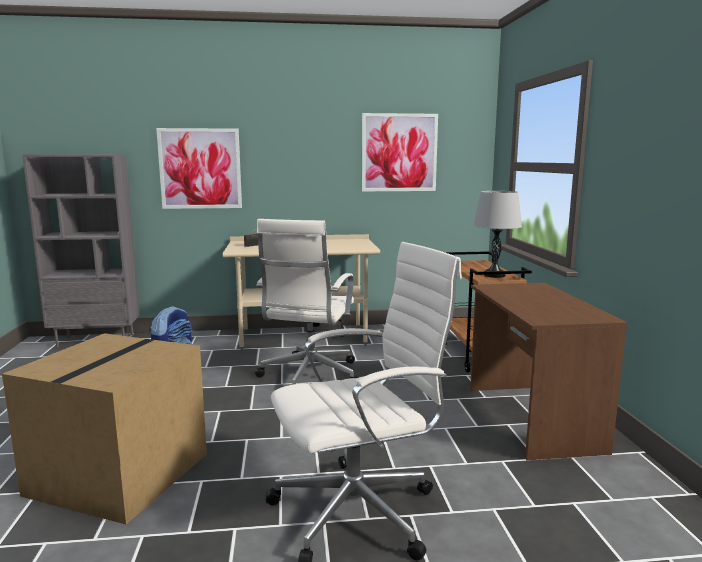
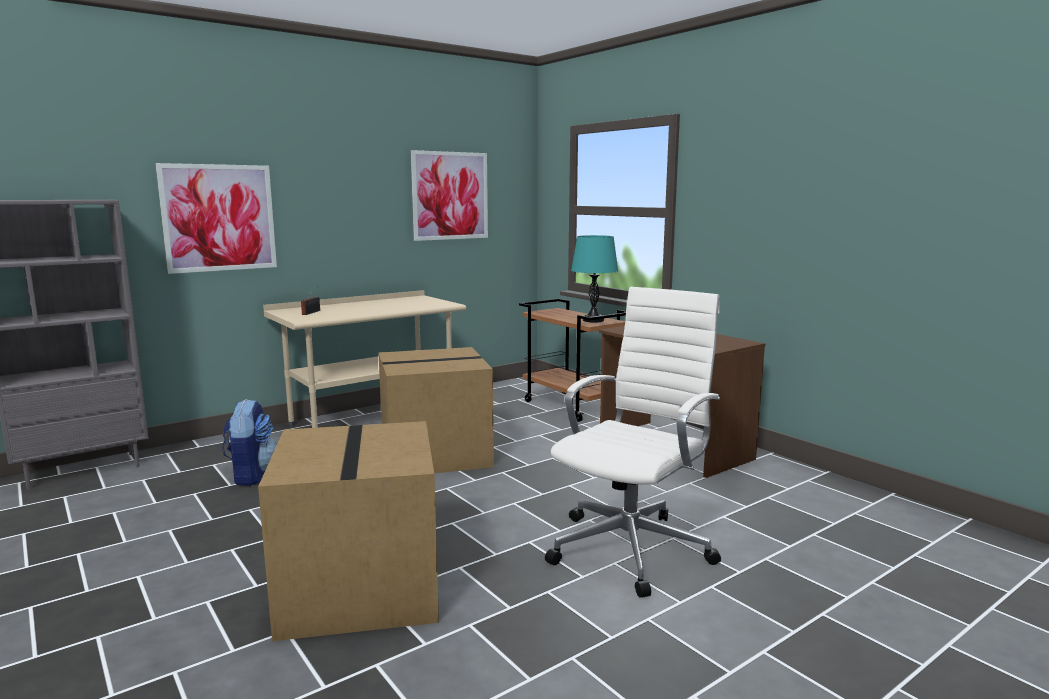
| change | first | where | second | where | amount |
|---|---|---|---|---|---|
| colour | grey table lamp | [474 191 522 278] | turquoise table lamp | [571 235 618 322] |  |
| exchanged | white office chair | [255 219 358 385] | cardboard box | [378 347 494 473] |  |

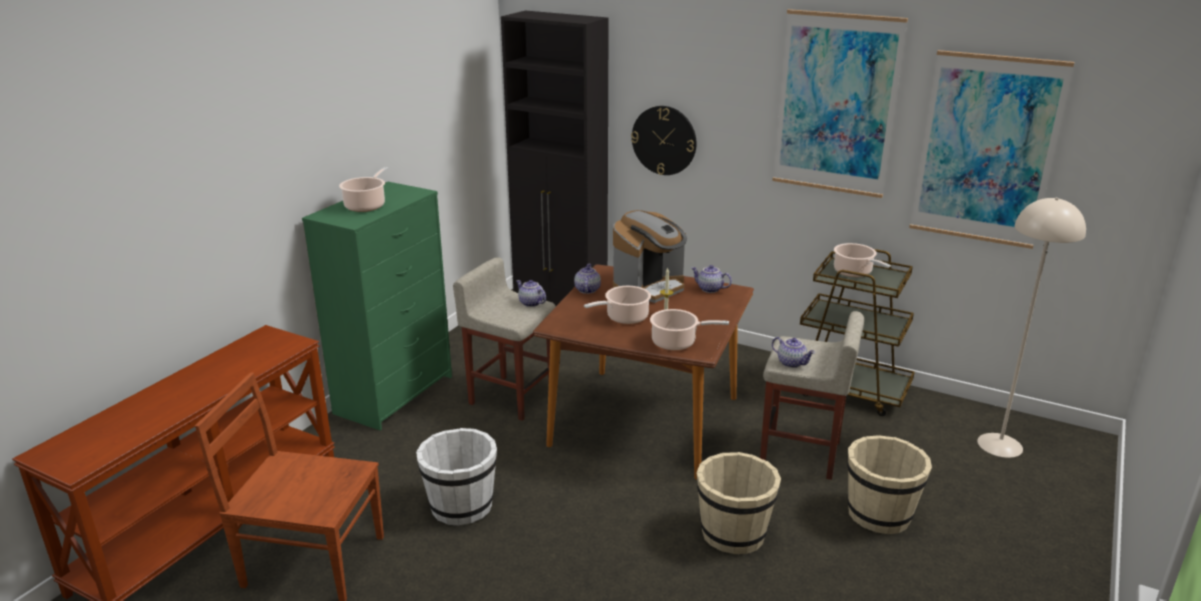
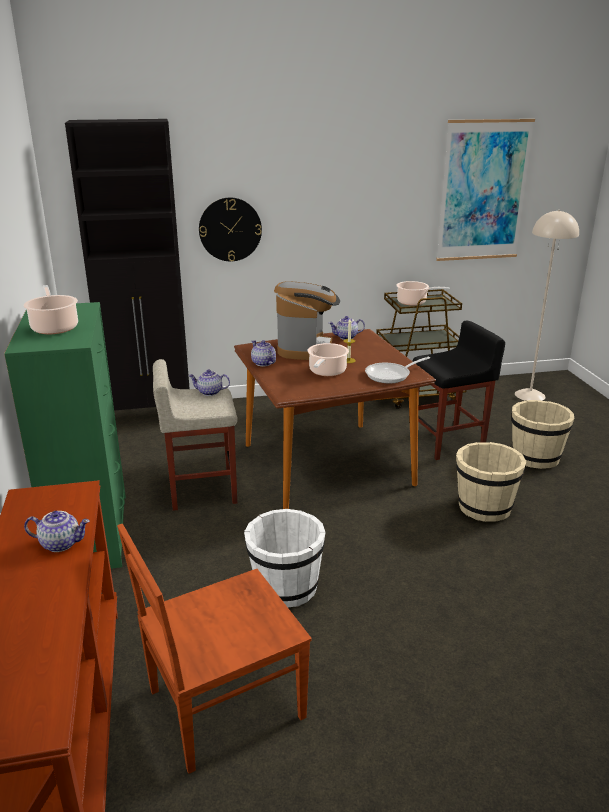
| change | first | where | second | where | amount |
|---|---|---|---|---|---|
| missing | picture | [772 9 908 198] |  |  |  |
| exchanged | cooking pot | [650 309 729 351] | frying pan | [365 357 430 383] |  |
| colour | beige stool | [760 311 864 480] | black stool | [413 321 505 460] |  |
| relocated | teapot | [772 337 815 368] |  | [24 511 90 552] |  |

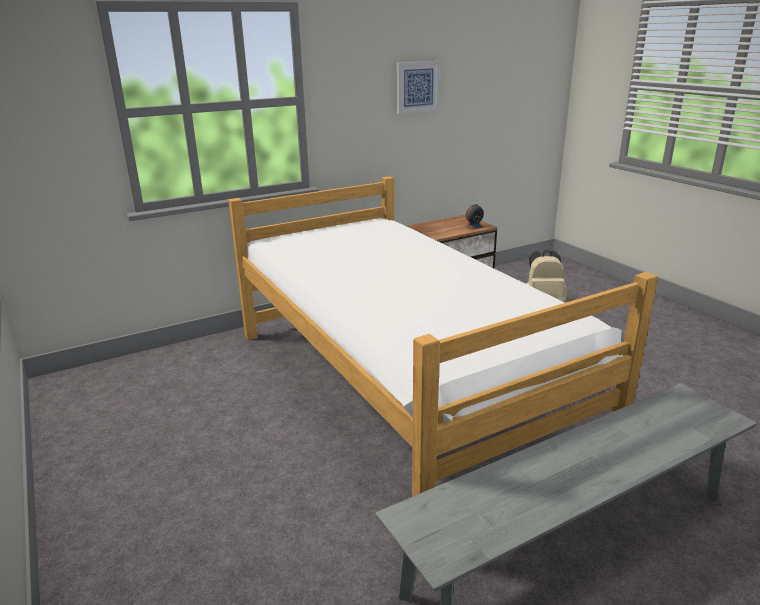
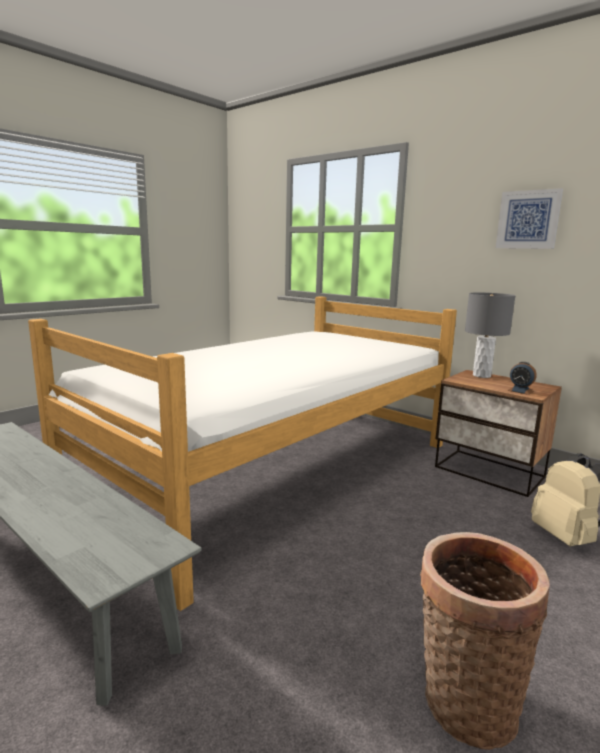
| change | first | where | second | where | amount |
|---|---|---|---|---|---|
| appeared |  |  | grey table lamp | [465 292 515 378] |  |
| appeared |  |  | basket | [420 532 550 750] |  |

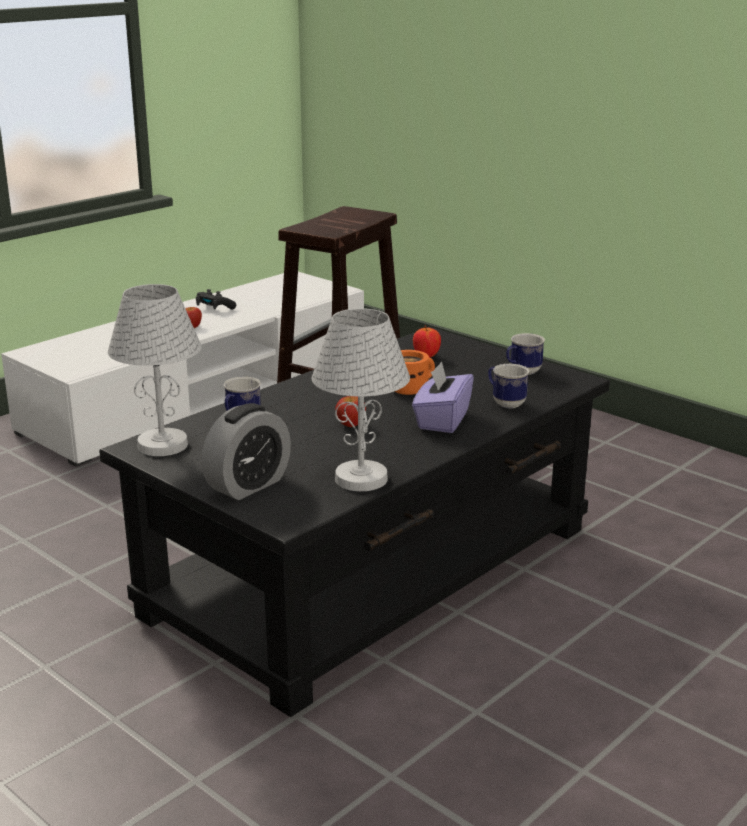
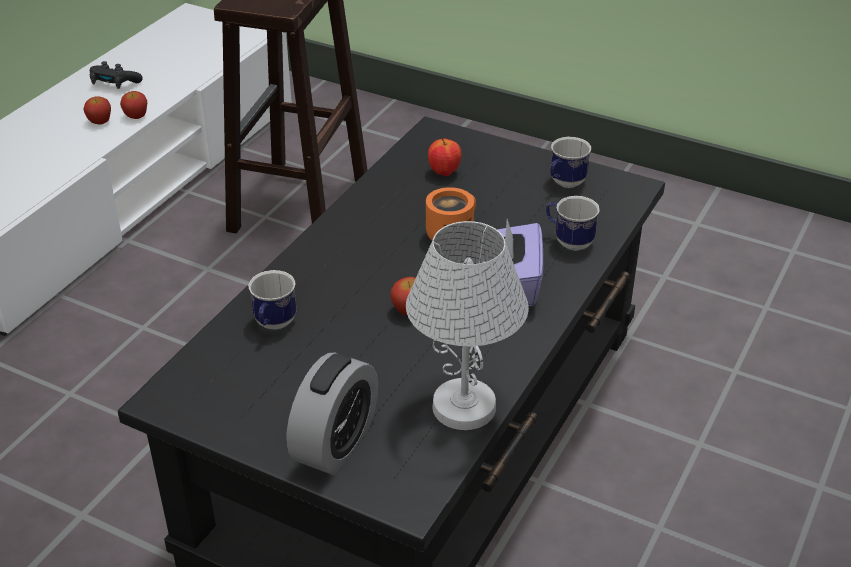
| change | first | where | second | where | amount |
|---|---|---|---|---|---|
| missing | white table lamp | [108 284 202 456] |  |  |  |
| appeared |  |  | apple | [120 91 147 119] |  |

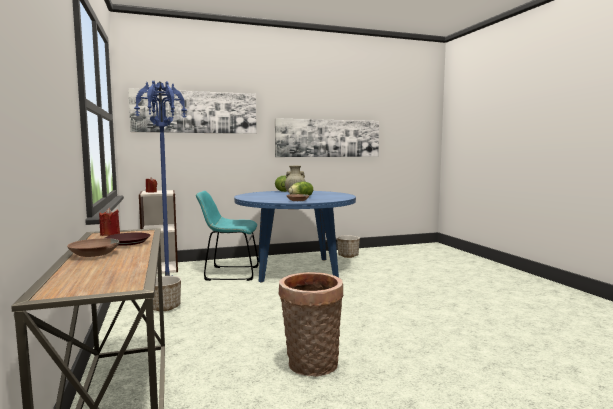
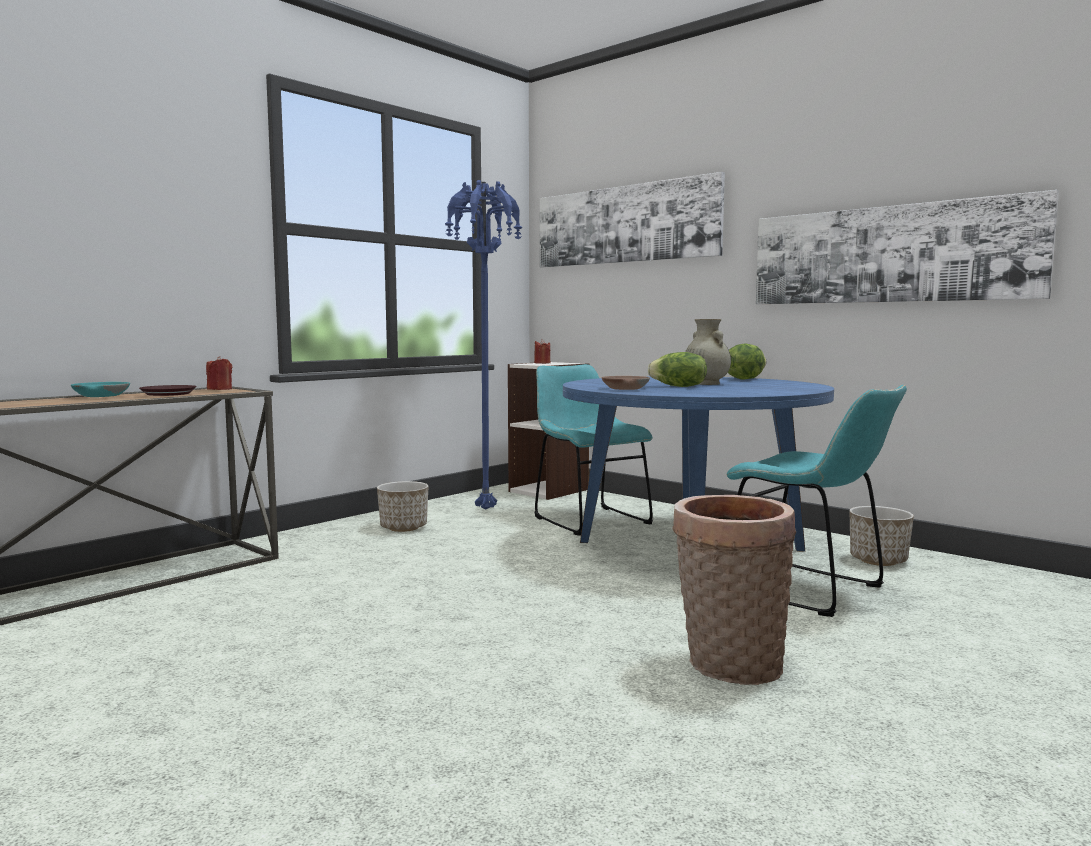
| change | first | where | second | where | amount |
|---|---|---|---|---|---|
| colour | brown bowl | [67 238 119 257] | turquoise bowl | [71 382 130 397] |  |
| relocated | basket | [279 272 343 377] |  | [672 495 796 685] |  |
| appeared |  |  | turquoise chair | [727 385 907 617] |  |

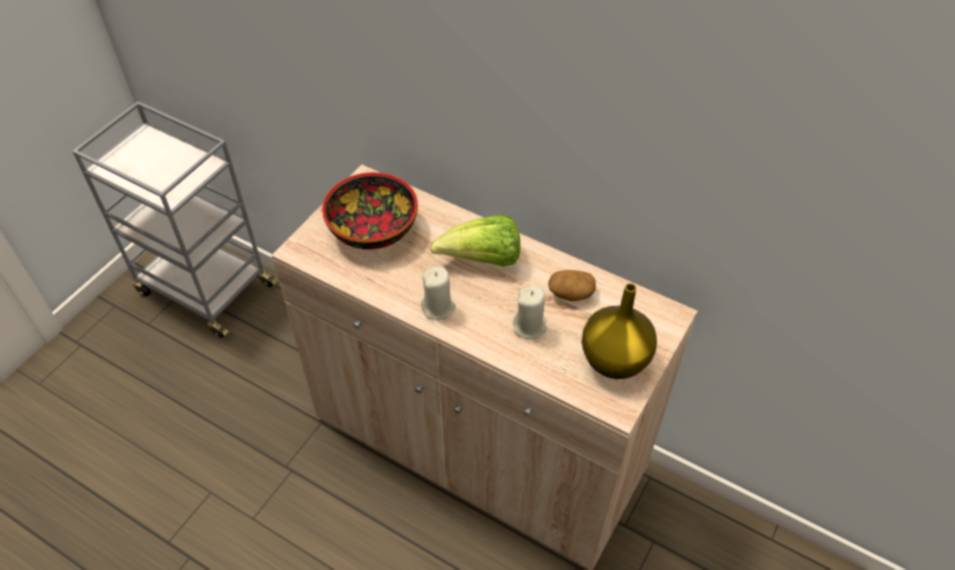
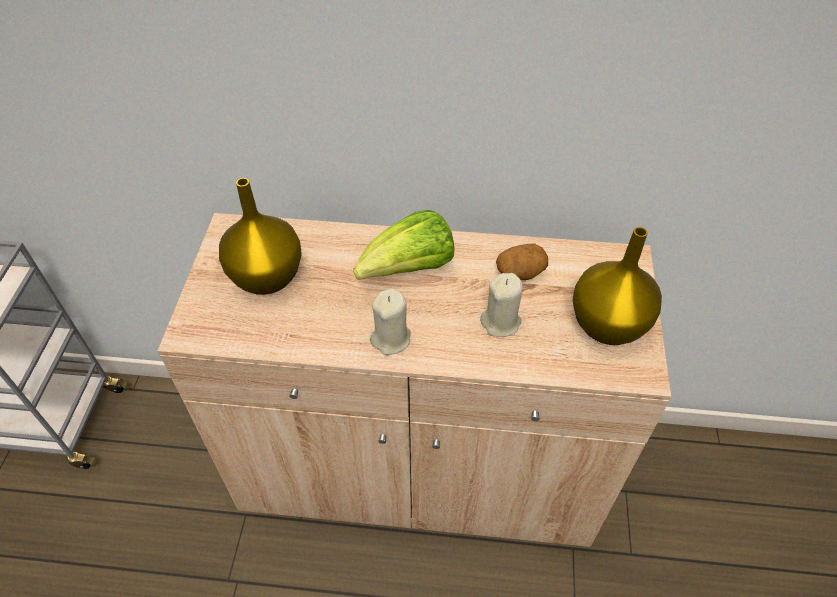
| change | first | where | second | where | amount |
|---|---|---|---|---|---|
| exchanged | bowl | [322 172 418 250] | yellow vase | [219 178 302 295] |  |

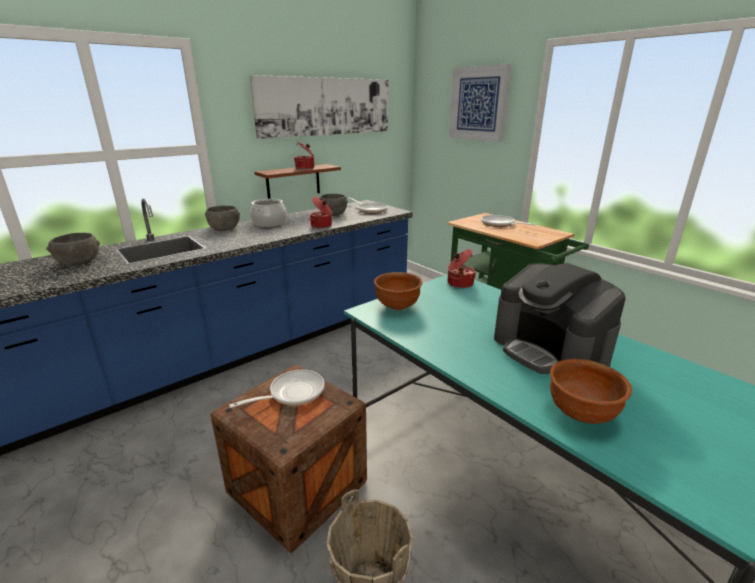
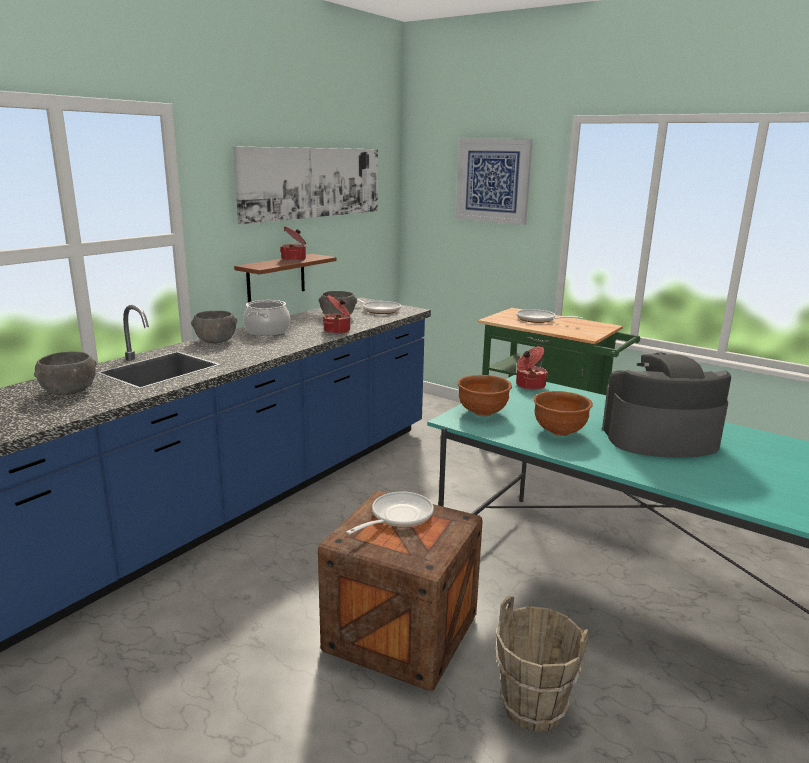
| change | first | where | second | where | amount |
|---|---|---|---|---|---|
| spun | coffee machine | [494 263 626 374] |  | [602 352 731 458] | 135 degrees clockwise |
| relocated | brown bowl | [550 359 632 424] |  | [534 391 593 436] |  |

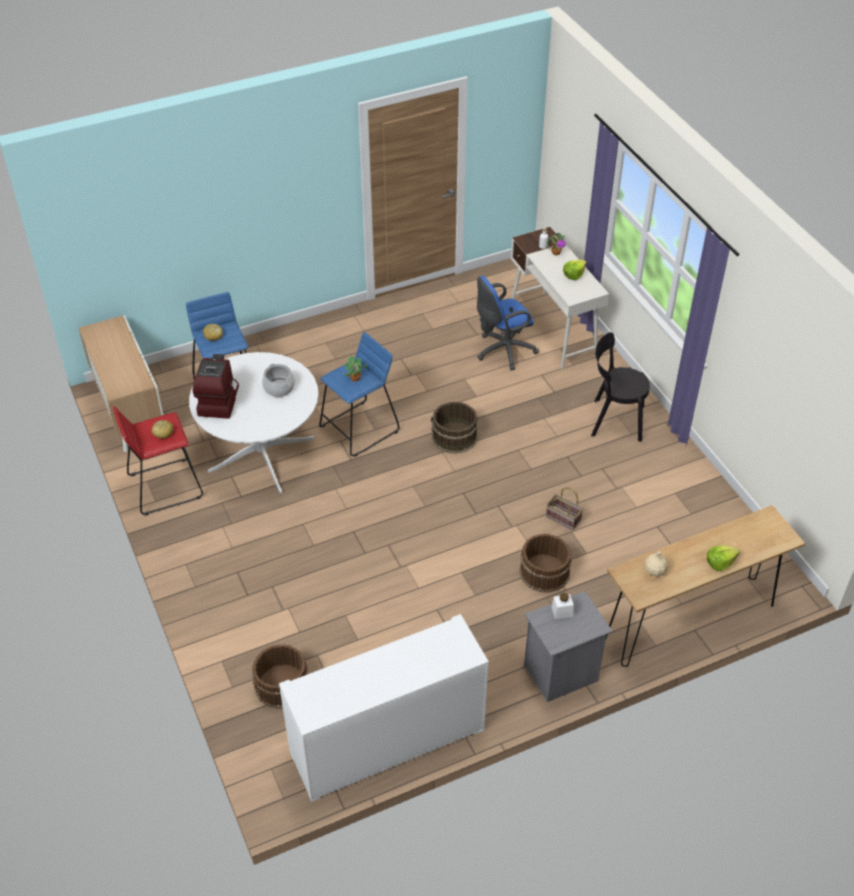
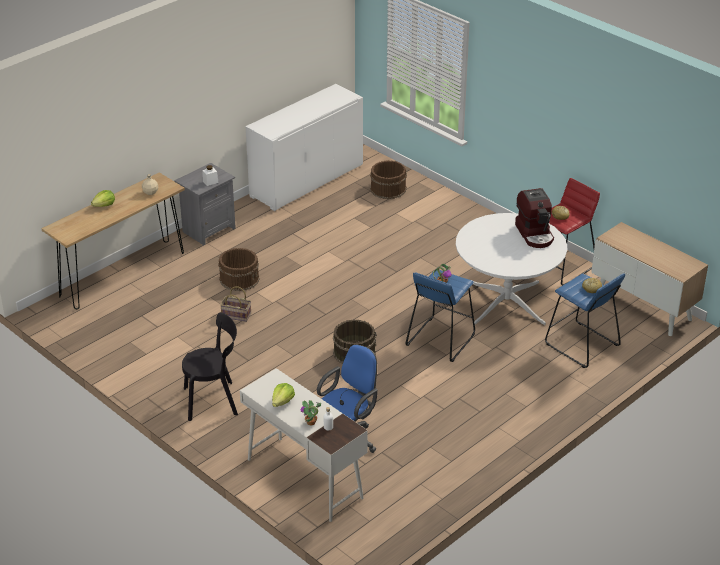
| change | first | where | second | where | amount |
|---|---|---|---|---|---|
| missing | cooking pot | [262 364 295 397] |  |  |  |

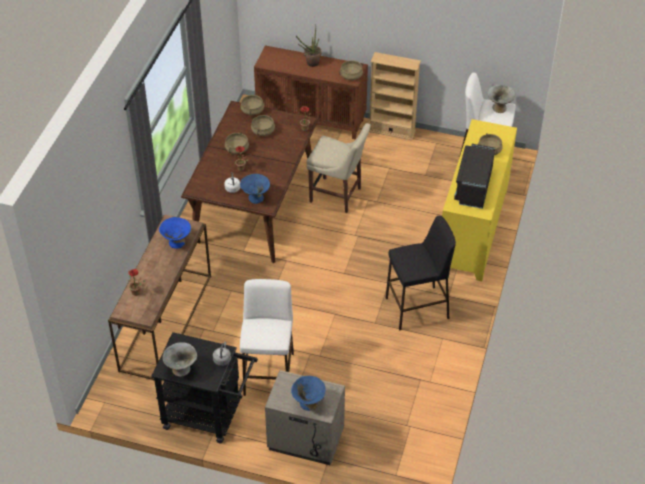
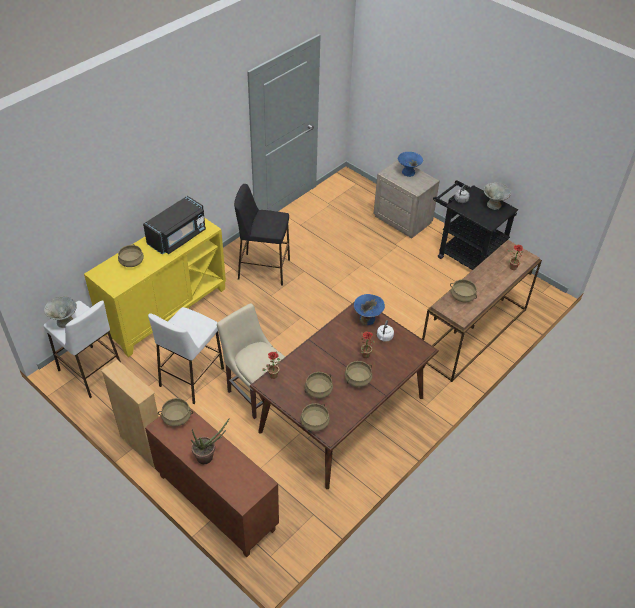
| change | first | where | second | where | amount |
|---|---|---|---|---|---|
| exchanged | blue bowl | [159 217 191 249] | beige cooking pot | [450 279 477 302] |  |
| relocated | white stool | [240 279 294 396] |  | [148 307 224 404] |  |

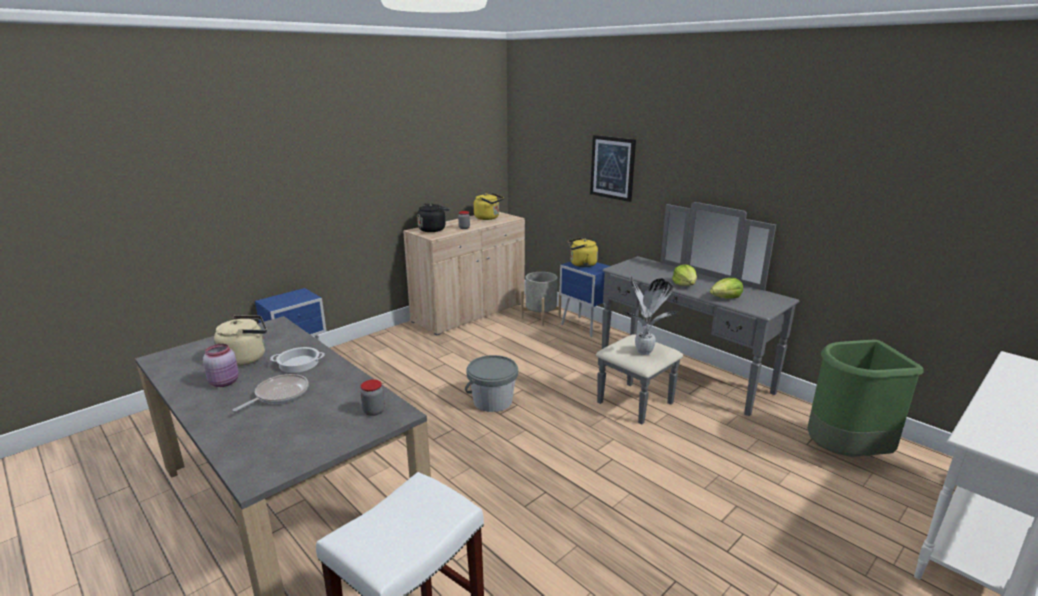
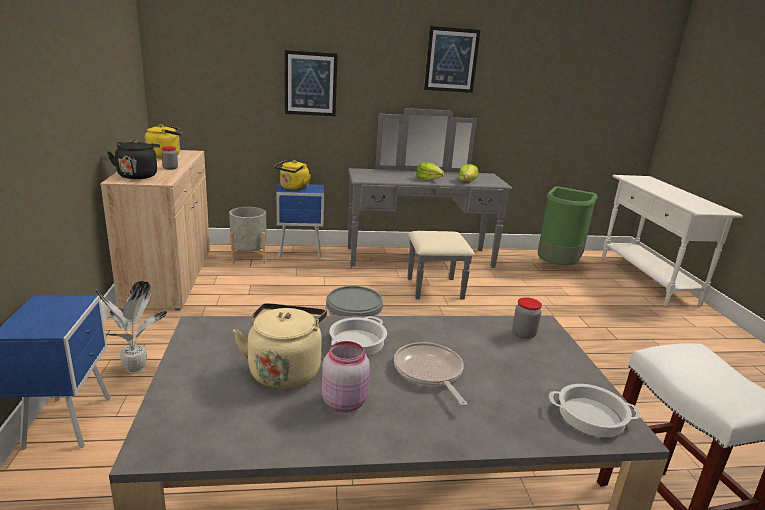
| change | first | where | second | where | amount |
|---|---|---|---|---|---|
| relocated | potted plant | [623 276 677 355] |  | [95 281 167 373] |  |
| appeared |  |  | picture | [424 26 481 93] |  |
| appeared |  |  | cooking pot | [549 384 641 437] |  |

